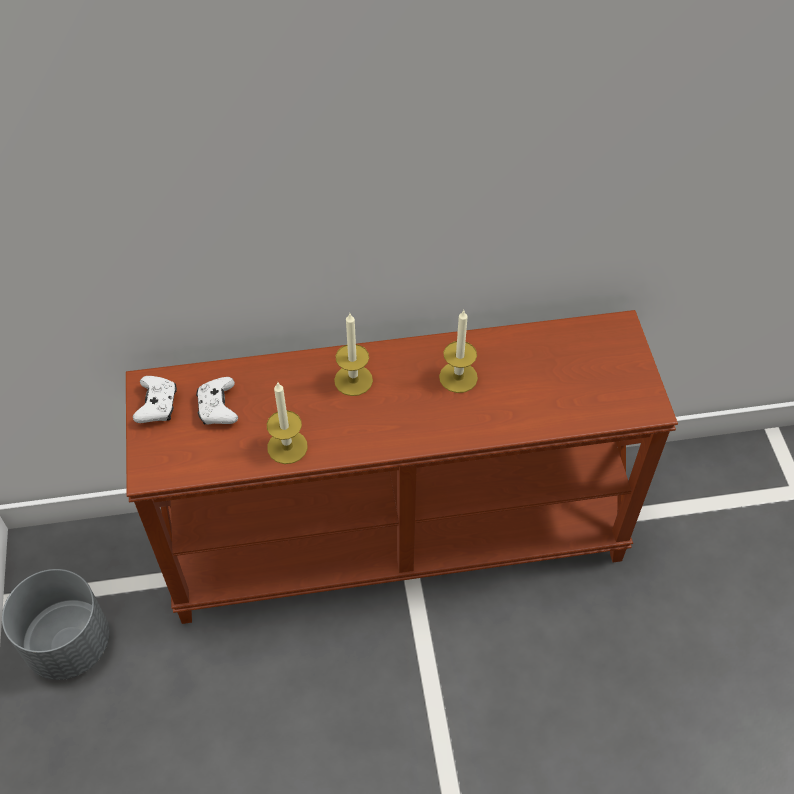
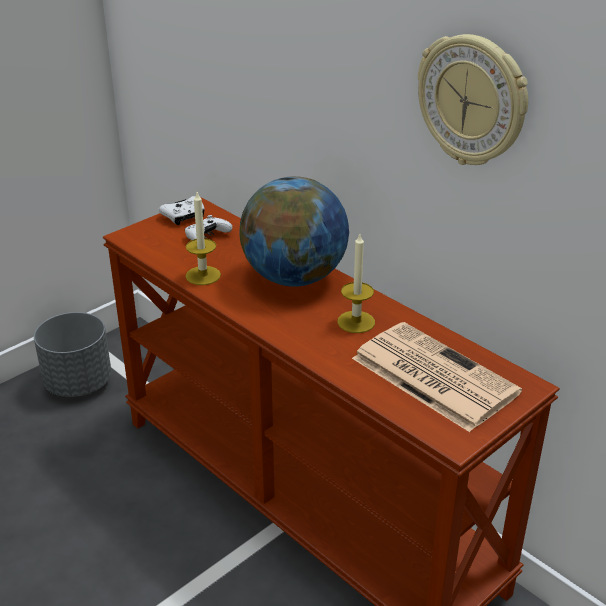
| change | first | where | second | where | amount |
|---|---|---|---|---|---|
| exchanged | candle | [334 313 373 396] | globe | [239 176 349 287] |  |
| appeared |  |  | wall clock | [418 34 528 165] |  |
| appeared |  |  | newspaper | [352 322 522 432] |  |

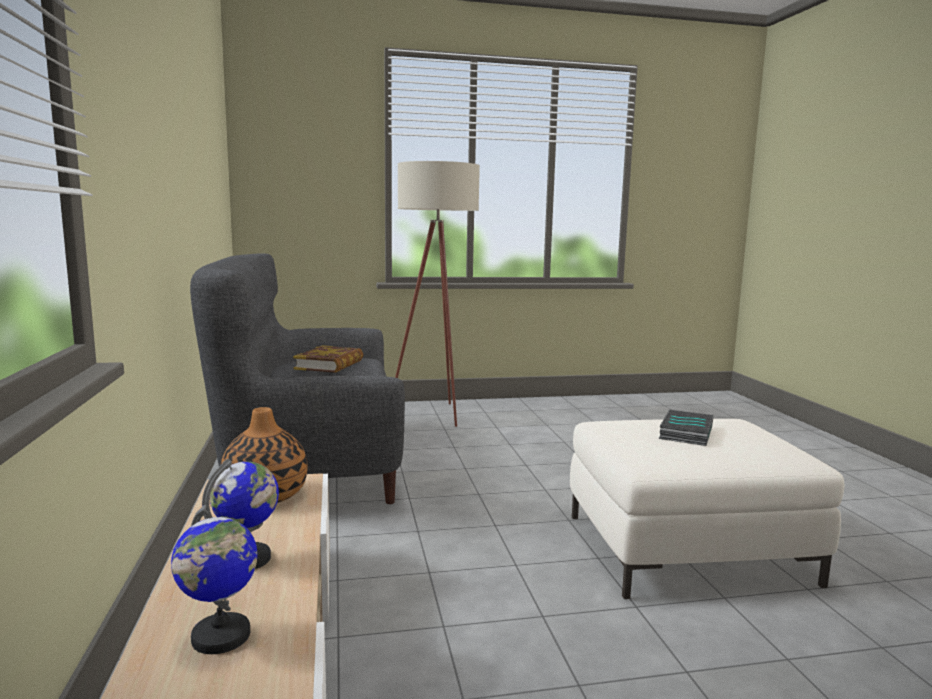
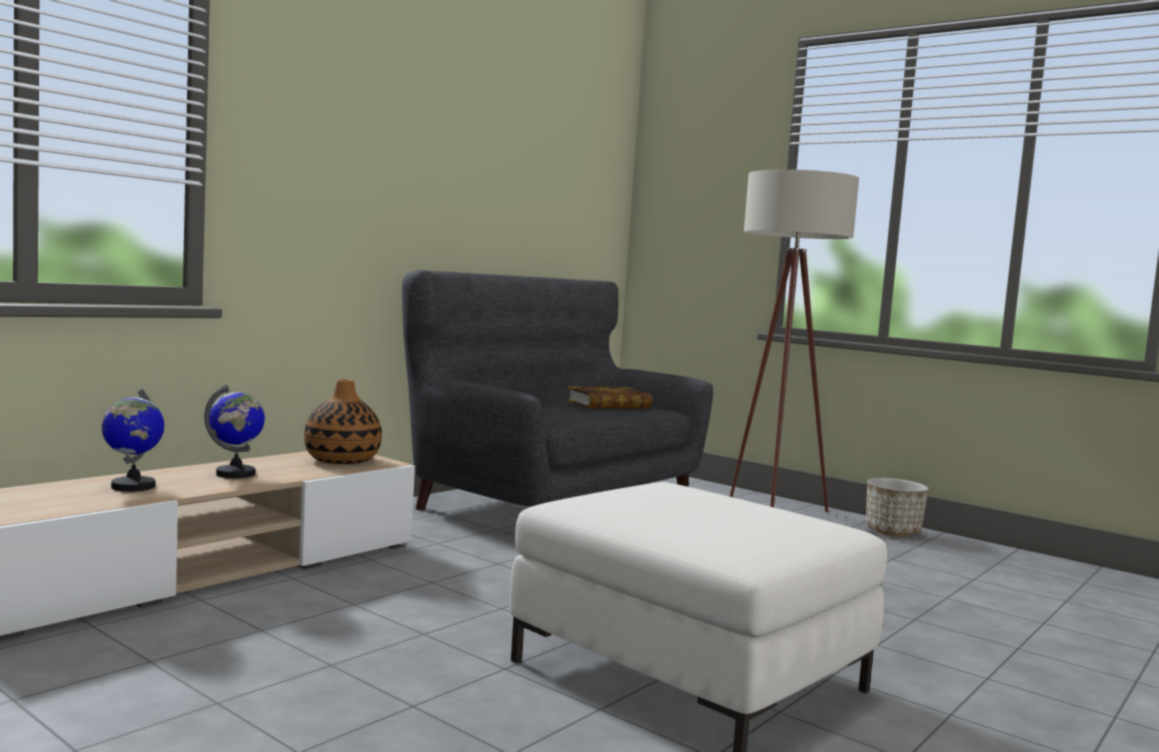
| change | first | where | second | where | amount |
|---|---|---|---|---|---|
| missing | book | [659 409 714 446] |  |  |  |
| appeared |  |  | planter | [866 478 929 537] |  |

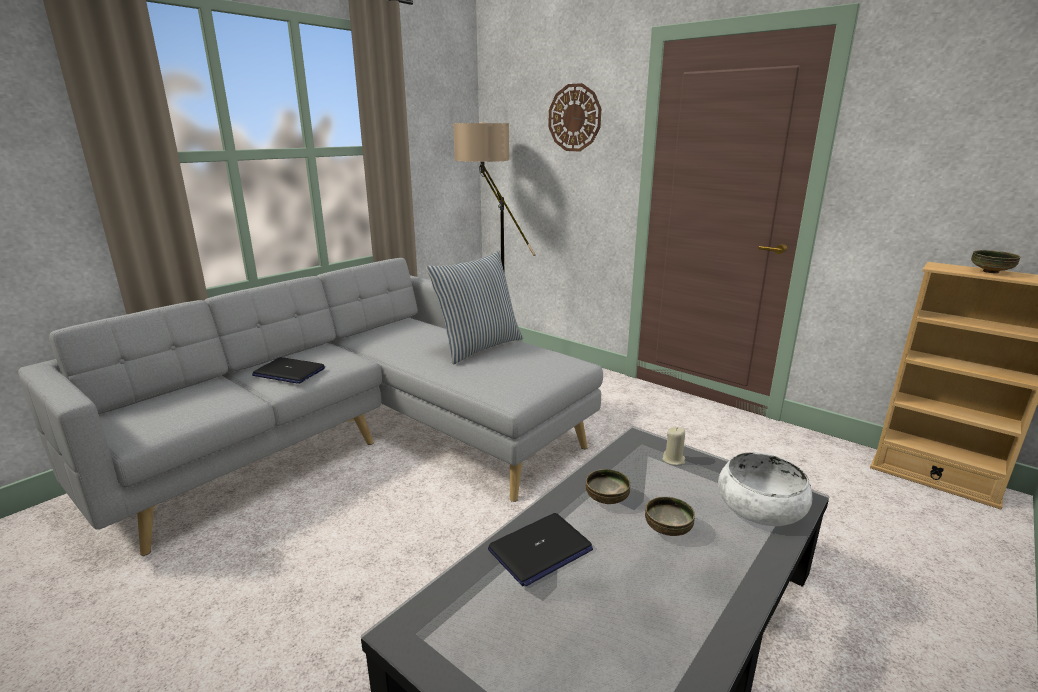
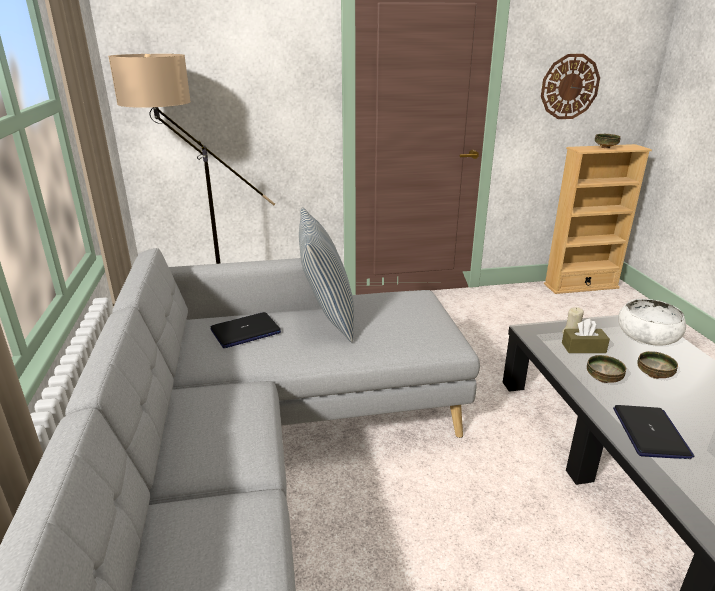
| change | first | where | second | where | amount |
|---|---|---|---|---|---|
| relocated | wall clock | [548 83 601 151] |  | [541 54 600 119] |  |
| relocated | laptop | [252 357 325 384] |  | [210 312 281 348] |  |
| appeared |  |  | brown tissue box | [562 319 610 353] |  |

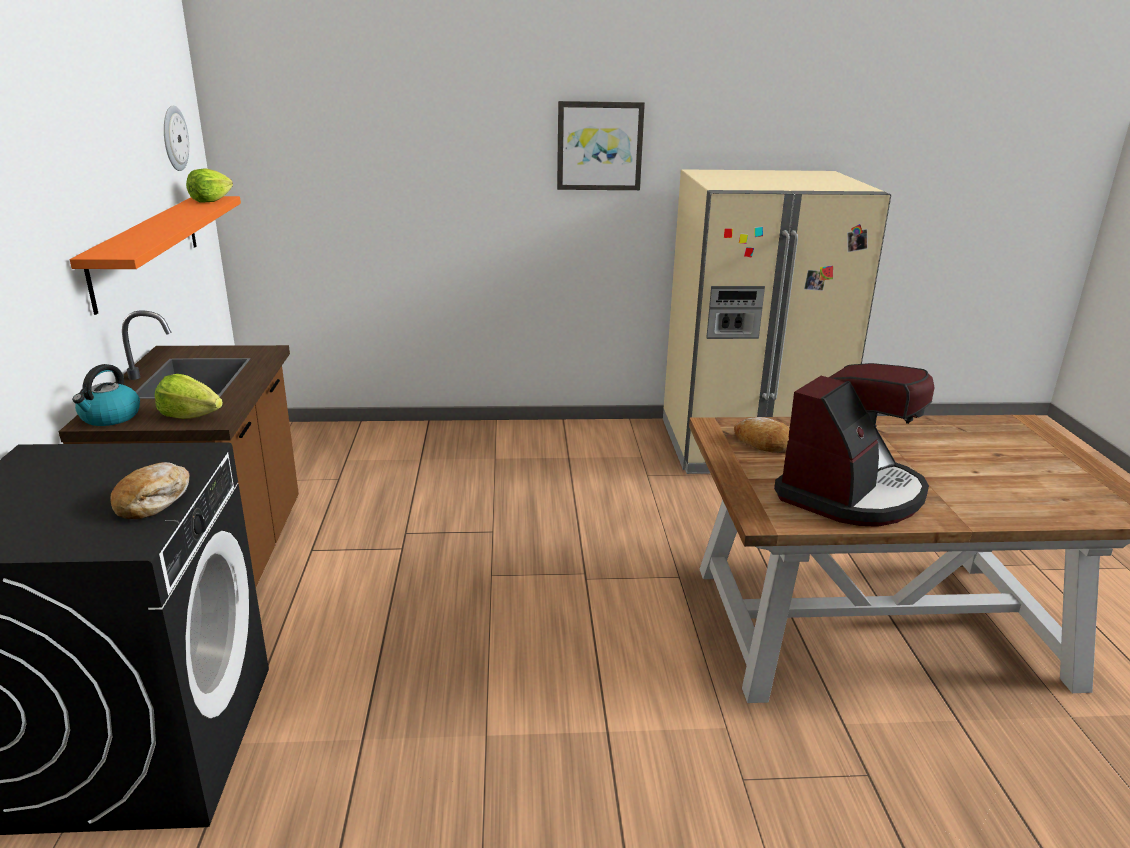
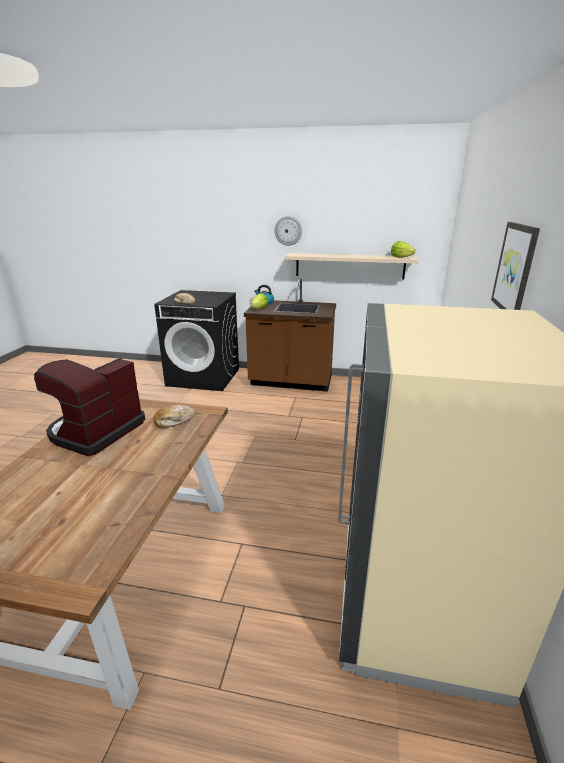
| change | first | where | second | where | amount |
|---|---|---|---|---|---|
| relocated | wall clock | [164 106 189 171] |  | [274 216 302 246] |  |
| colour | orange shelf | [70 196 241 315] | beige shelf | [285 253 418 280] |  |
| spun | coffee machine | [774 363 935 527] |  | [34 358 145 456] | 60 degrees clockwise |

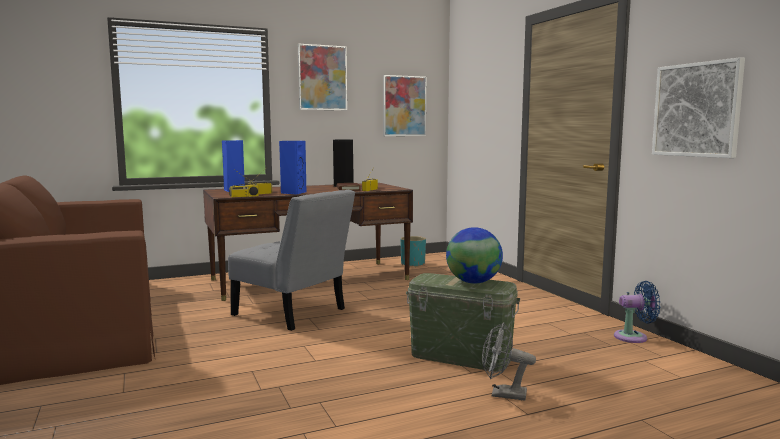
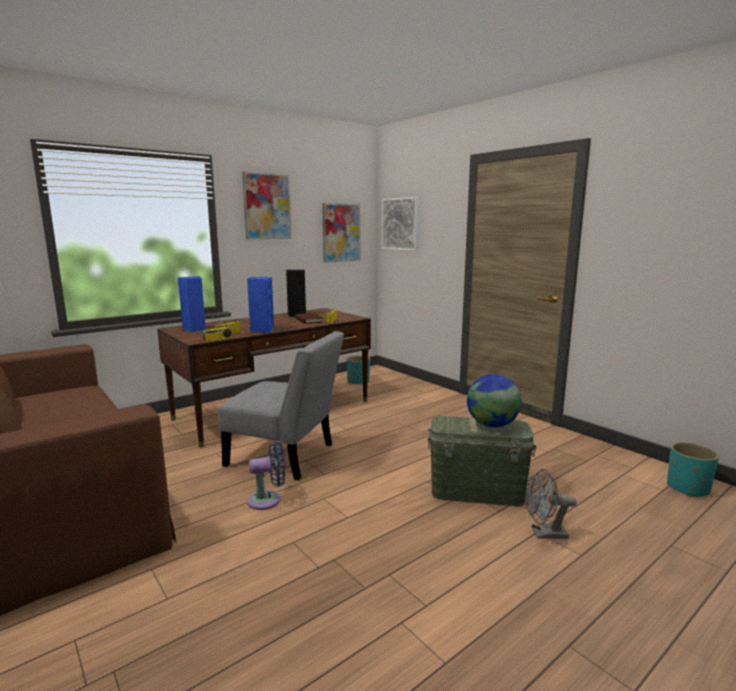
| change | first | where | second | where | amount |
|---|---|---|---|---|---|
| relocated | picture | [652 57 745 158] |  | [382 197 419 251] |  |
| relocated | blue fan | [614 281 660 343] |  | [247 441 285 510] |  |
| appeared |  |  | turquoise planter | [667 442 719 497] |  |

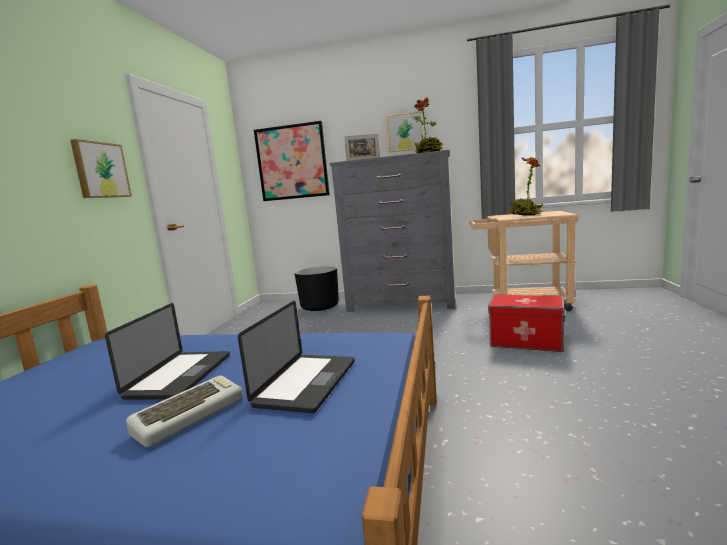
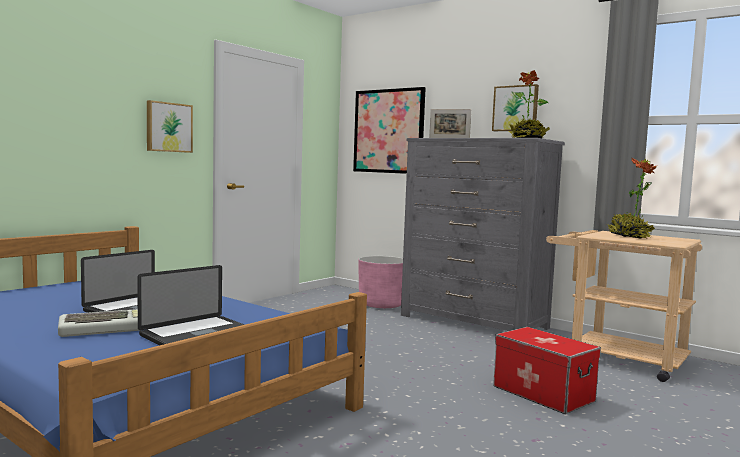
| change | first | where | second | where | amount |
|---|---|---|---|---|---|
| colour | black planter | [295 266 339 311] | pink planter | [358 256 403 308] |  |

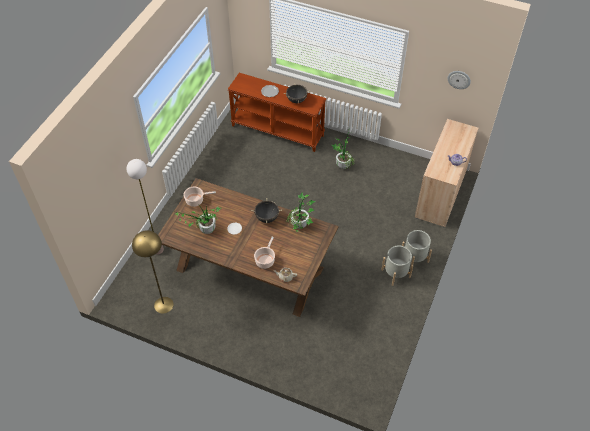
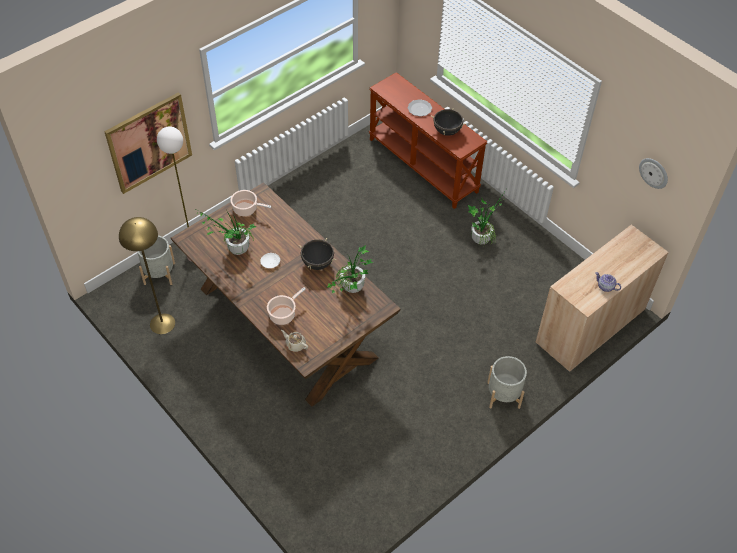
| change | first | where | second | where | amount |
|---|---|---|---|---|---|
| relocated | grey planter | [381 246 413 286] |  | [137 235 175 285] |  |
| appeared |  |  | picture | [104 92 192 194] |  |

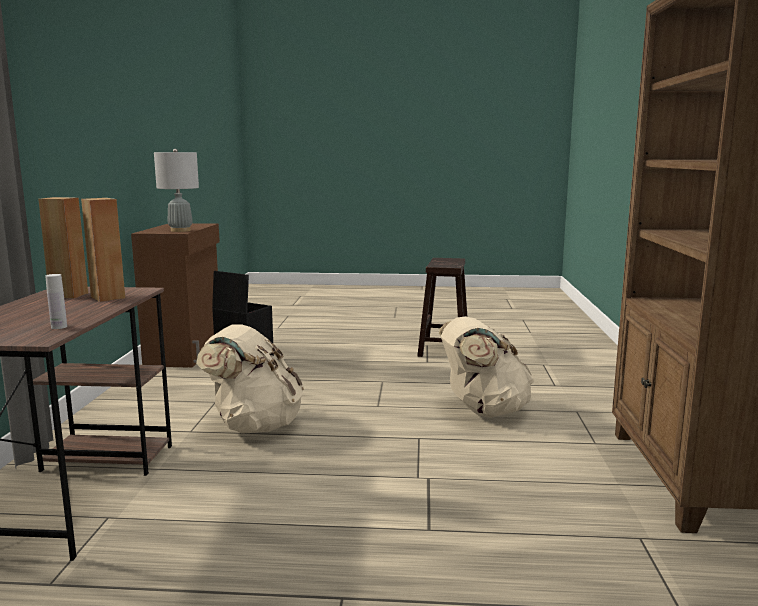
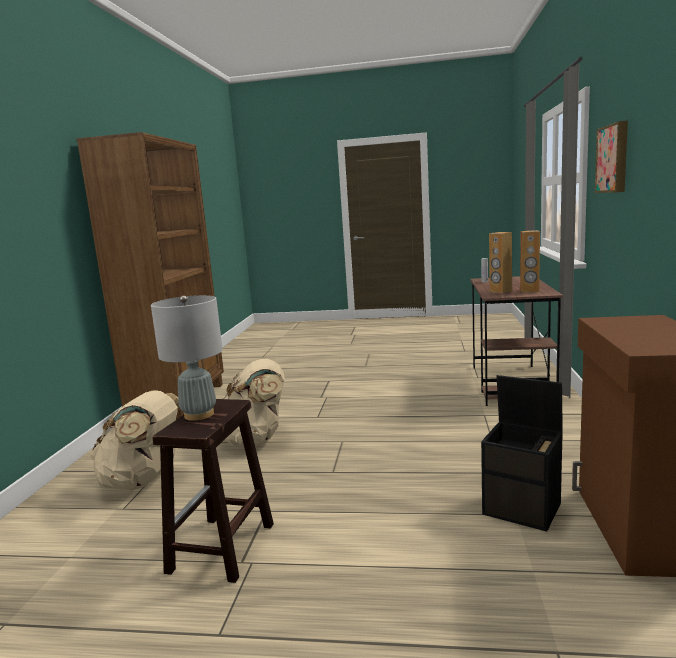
| change | first | where | second | where | amount |
|---|---|---|---|---|---|
| relocated | grey table lamp | [154 149 199 232] |  | [151 295 223 421] |  |
| relocated | beige backpack | [196 324 304 434] |  | [90 390 179 490] |  |
| appeared |  |  | picture | [595 121 628 193] |  |

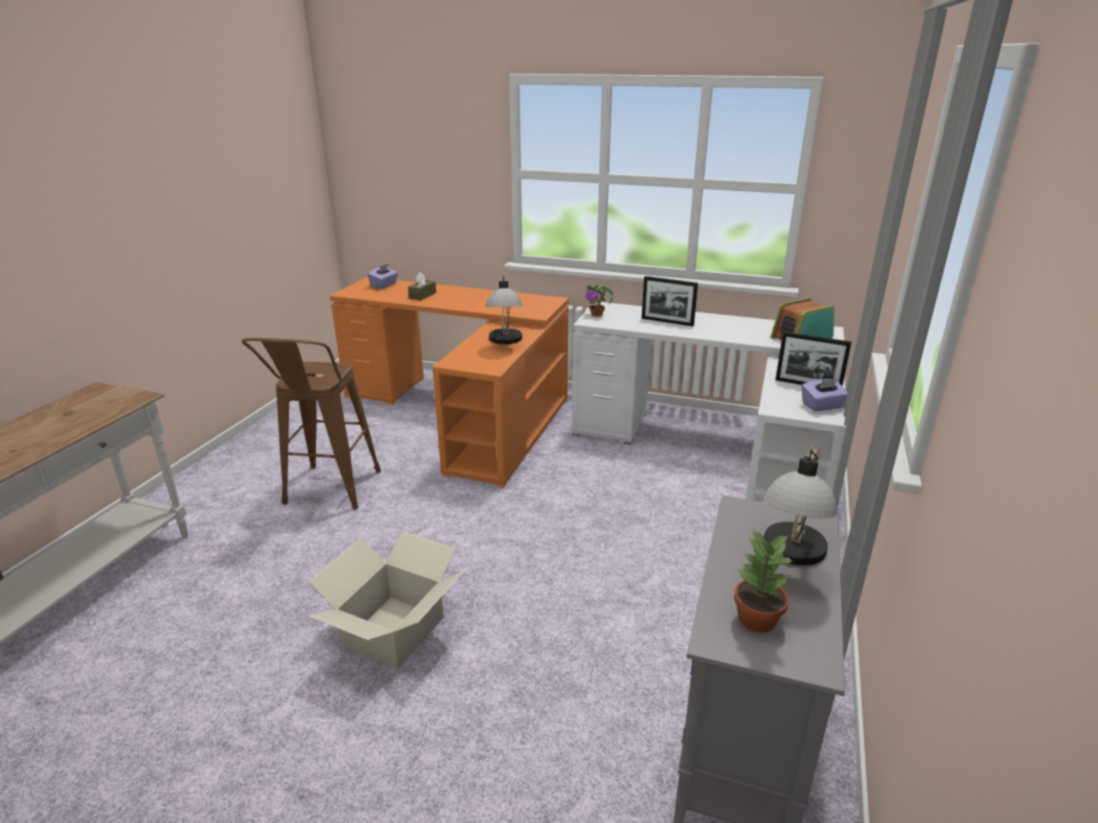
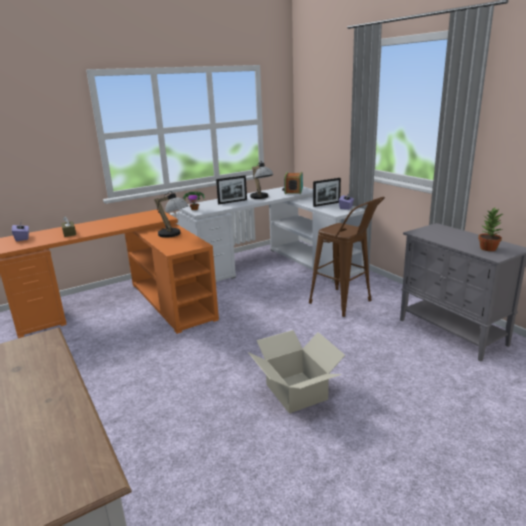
| change | first | where | second | where | amount |
|---|---|---|---|---|---|
| relocated | brown stool | [242 338 381 510] |  | [309 197 385 317] |  |
| relocated | table lamp | [764 447 836 565] |  | [250 161 273 199] |  |

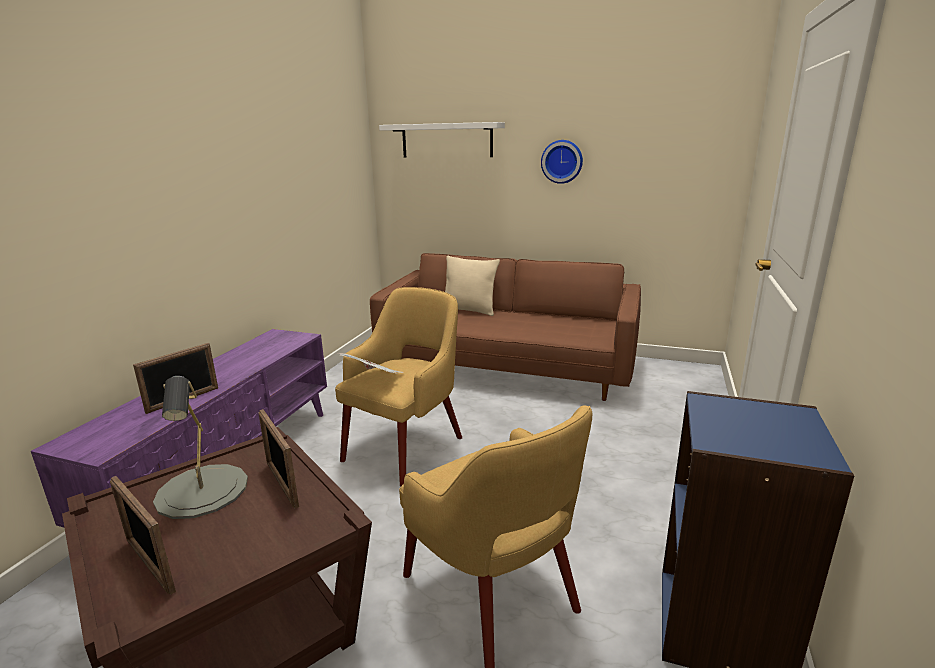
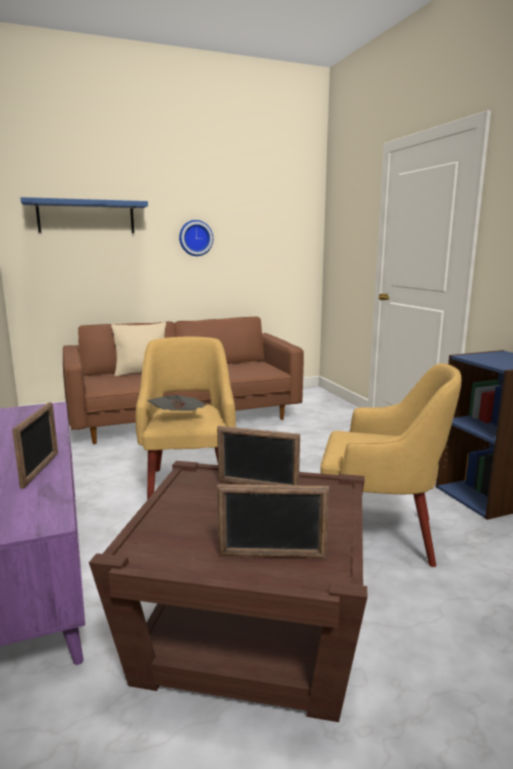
| change | first | where | second | where | amount |
|---|---|---|---|---|---|
| colour | white shelf | [379 122 505 158] | blue shelf | [20 197 148 234] |  |
| missing | grey table lamp | [153 376 248 519] |  |  |  |

